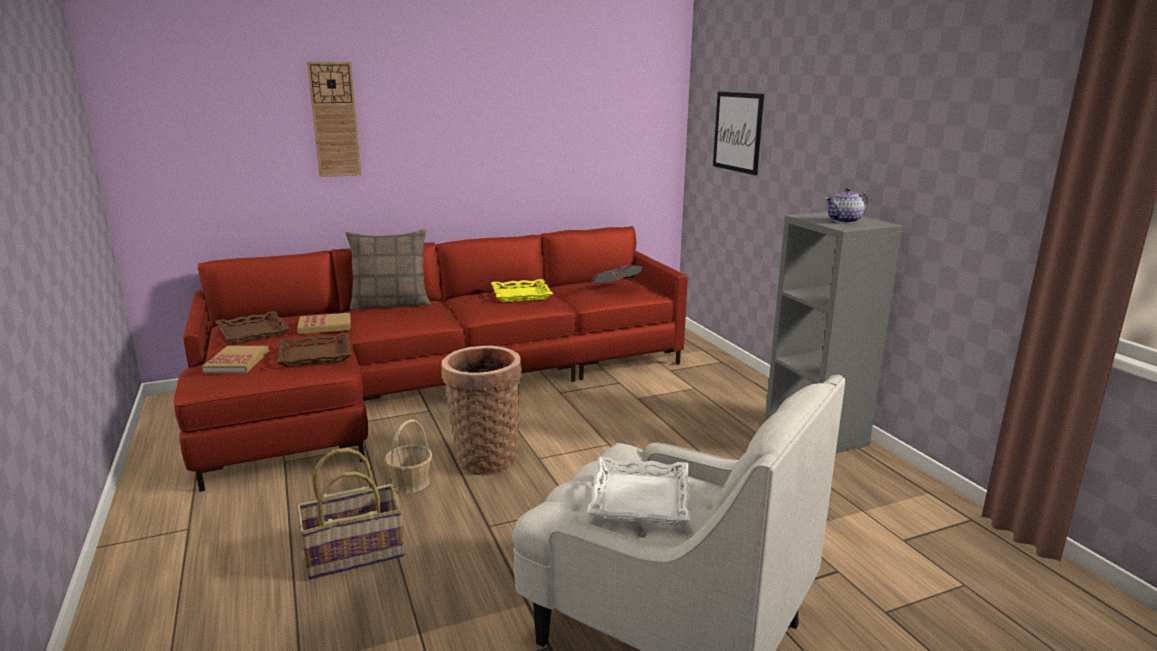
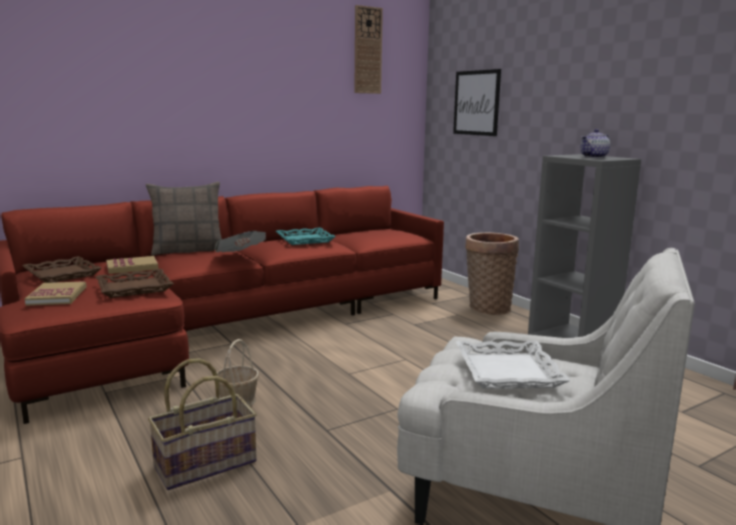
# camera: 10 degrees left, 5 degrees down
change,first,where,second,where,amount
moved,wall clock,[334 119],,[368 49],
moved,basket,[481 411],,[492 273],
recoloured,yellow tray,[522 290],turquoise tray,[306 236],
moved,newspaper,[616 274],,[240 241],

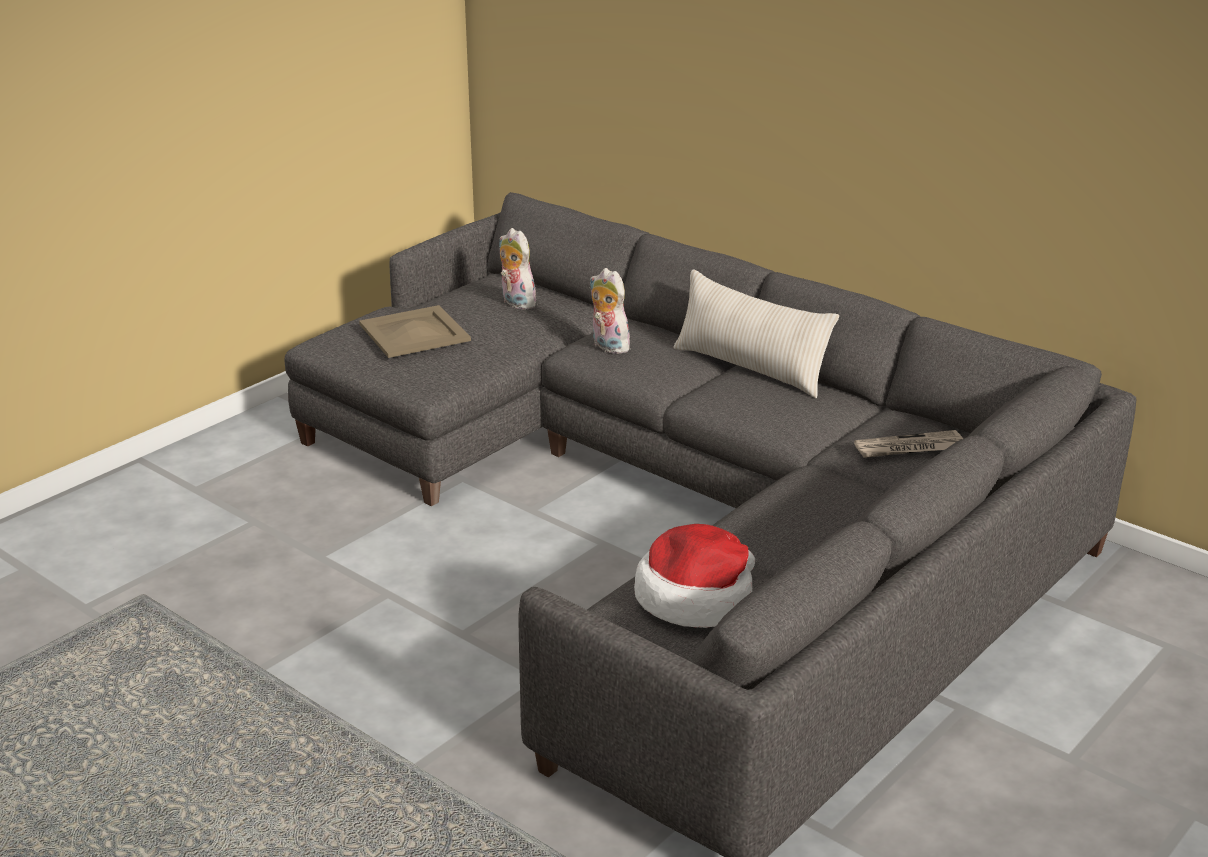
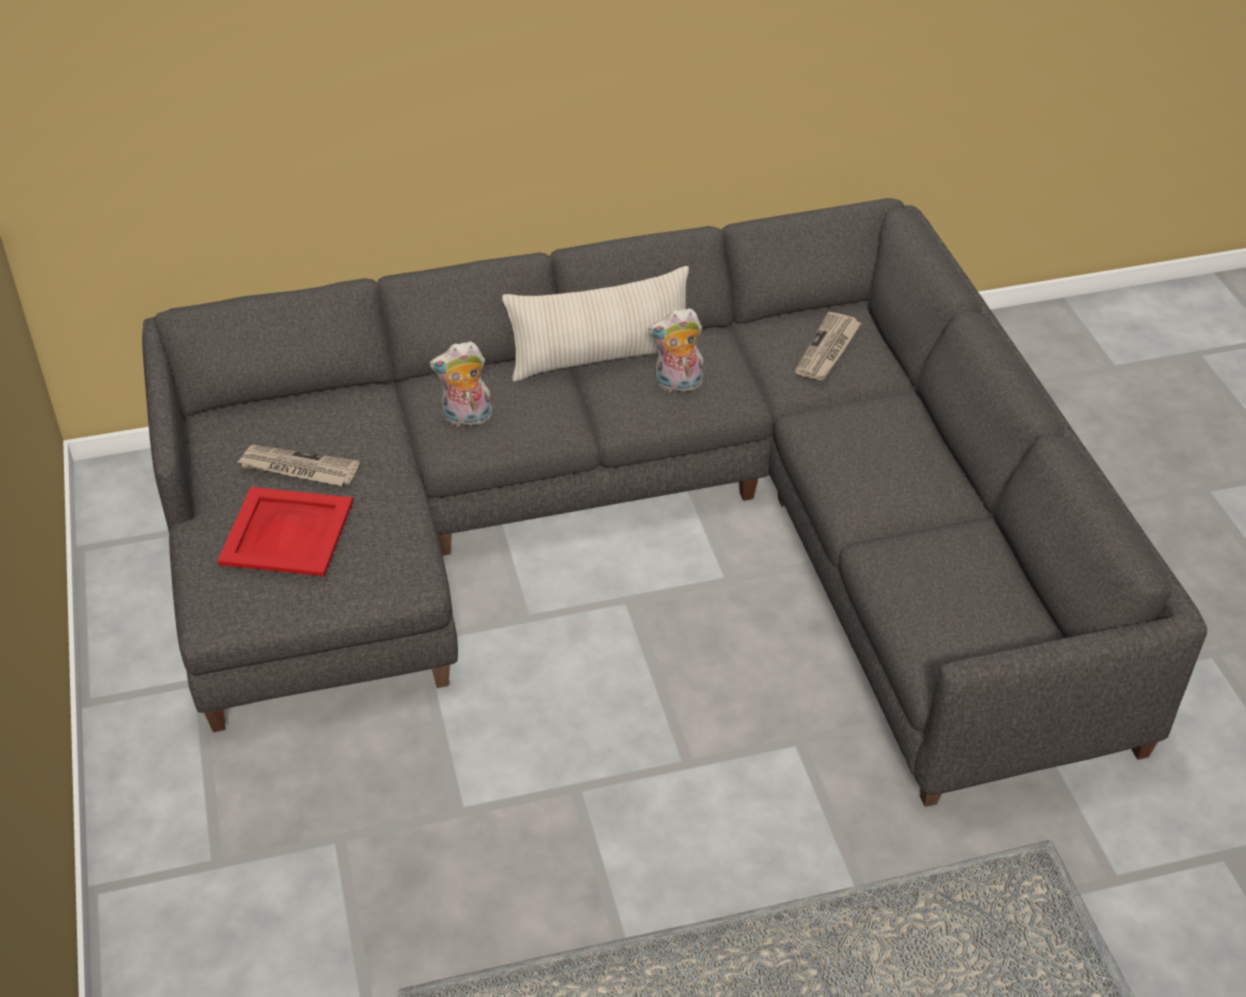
# camera: 55 degrees left, 15 degrees up
change,first,where,second,where,amount
recoloured,beige tray,[415 331],red tray,[285 531],
moved,plush toy,[519 269],,[676 350],
removed,hat,[694 576],,,
added,,,newspaper,[298 465],

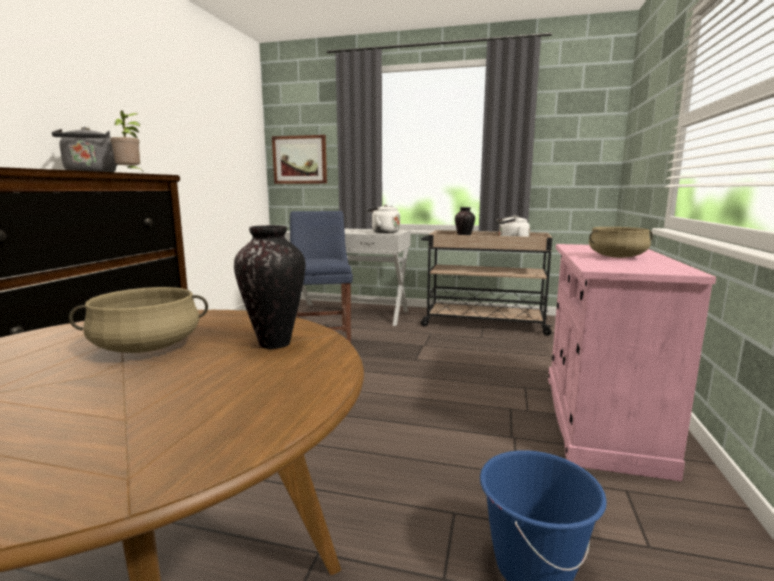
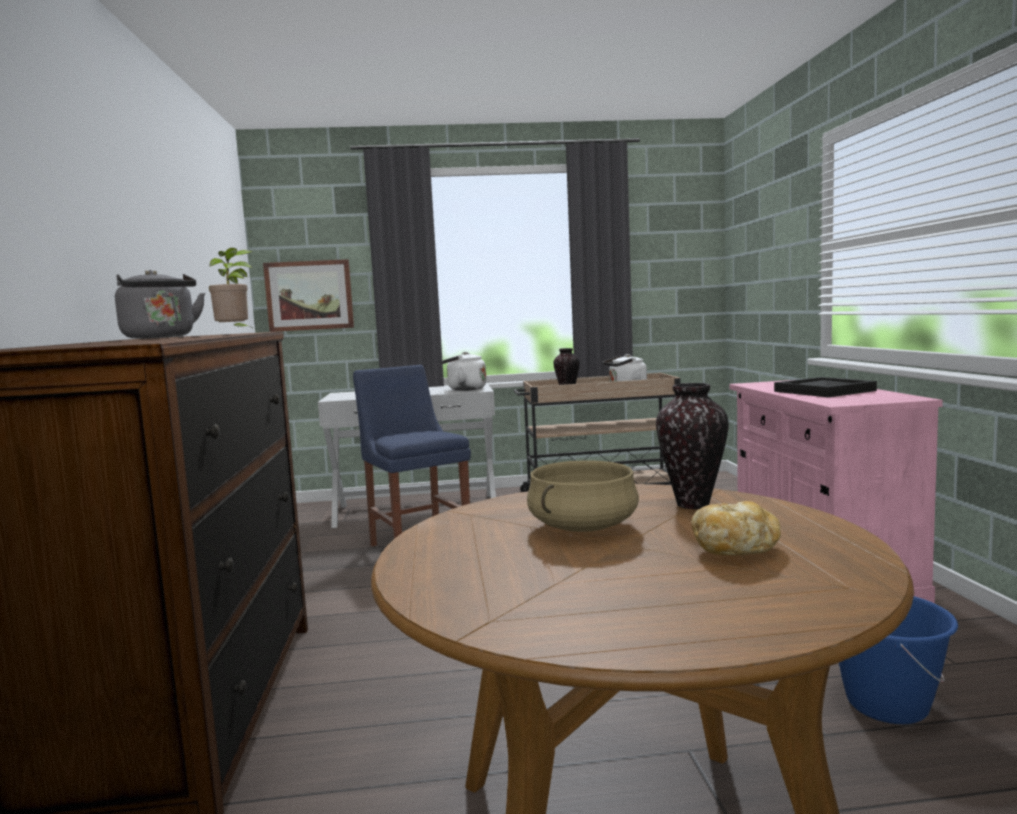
# camera: 20 degrees left, 5 degrees down
change,first,where,second,where,amount
replaced,beige cooking pot,[621 242],black tray,[825 387],
added,,,bread,[736 528],

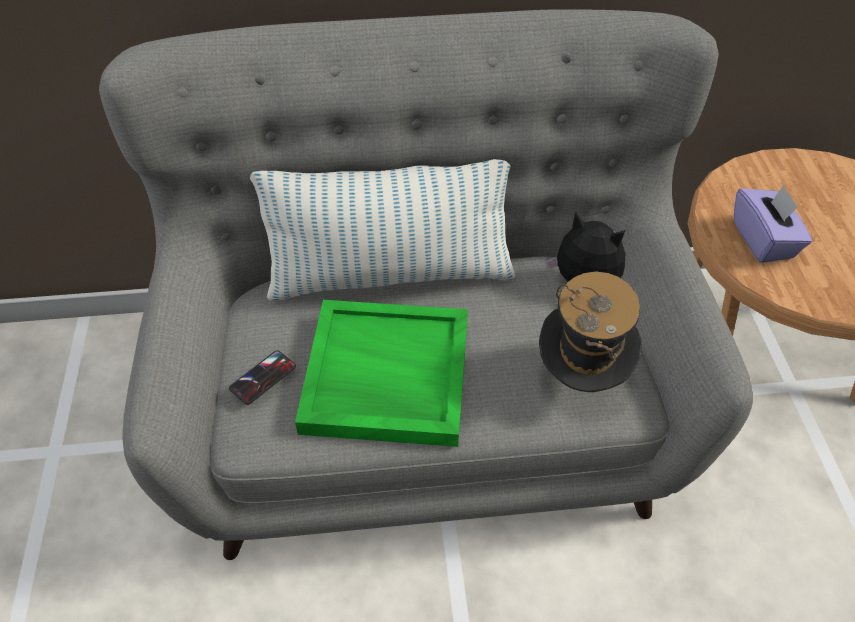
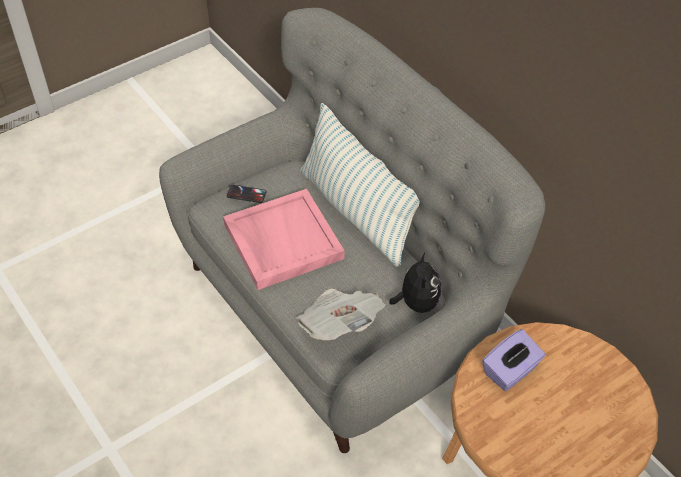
# camera: 60 degrees right, 0 degrees up
change,first,where,second,where,amount
recoloured,green tray,[381 373],pink tray,[283 239],
replaced,hat,[590 331],newspaper,[340 314],

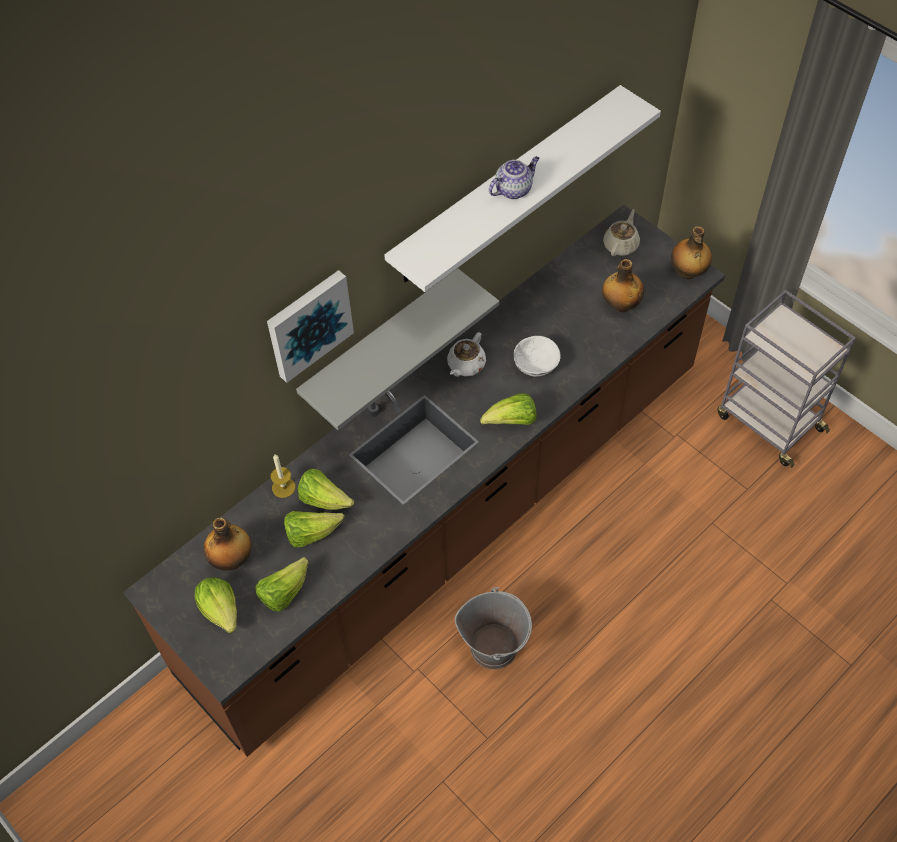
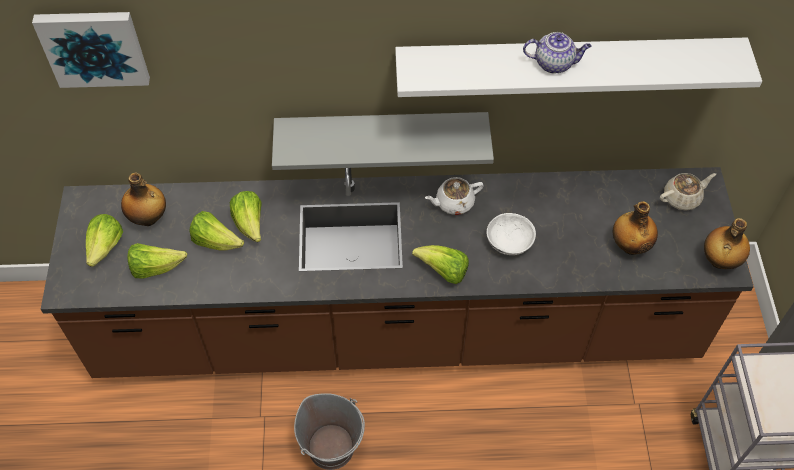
# camera: 40 degrees right, 0 degrees up
change,first,where,second,where,amount
moved,picture,[310 326],,[91 50],
removed,candle,[283 476],,,

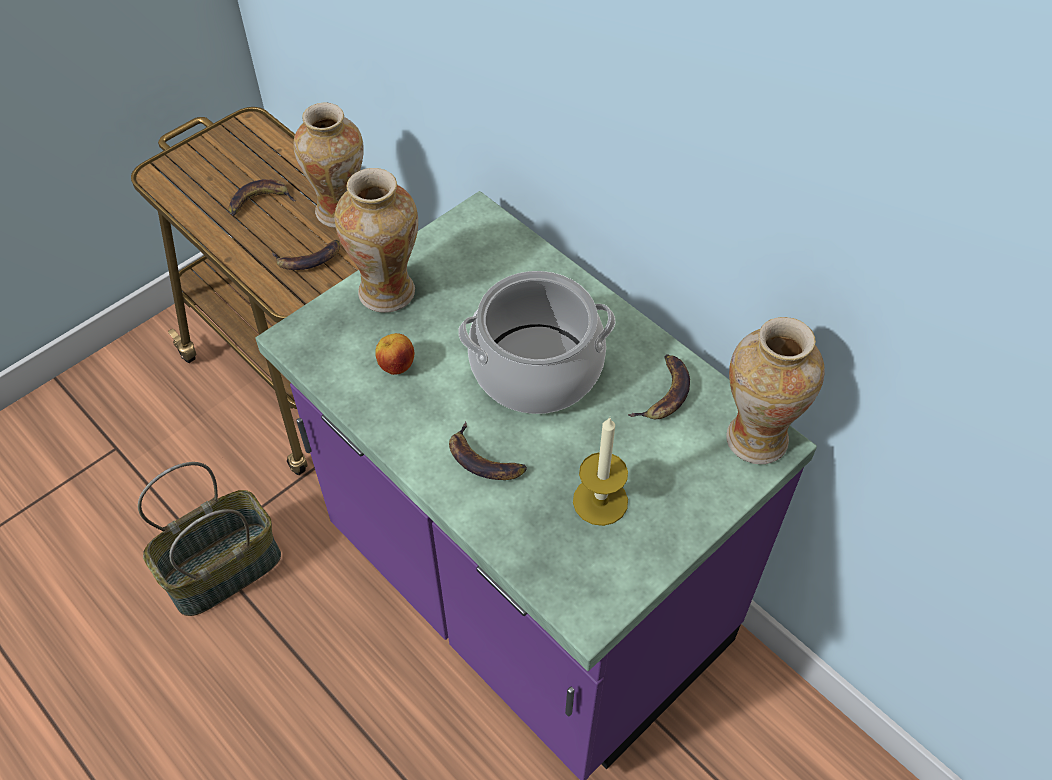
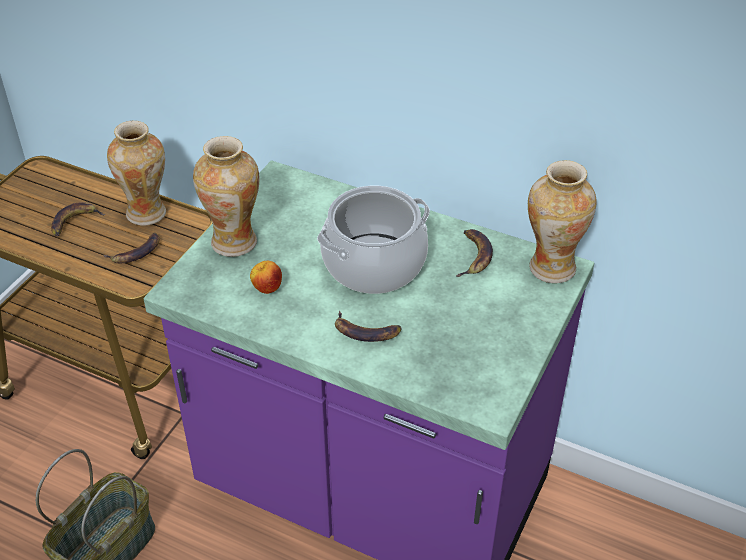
# camera: 20 degrees left, 10 degrees down
change,first,where,second,where,amount
removed,candle,[600 471],,,

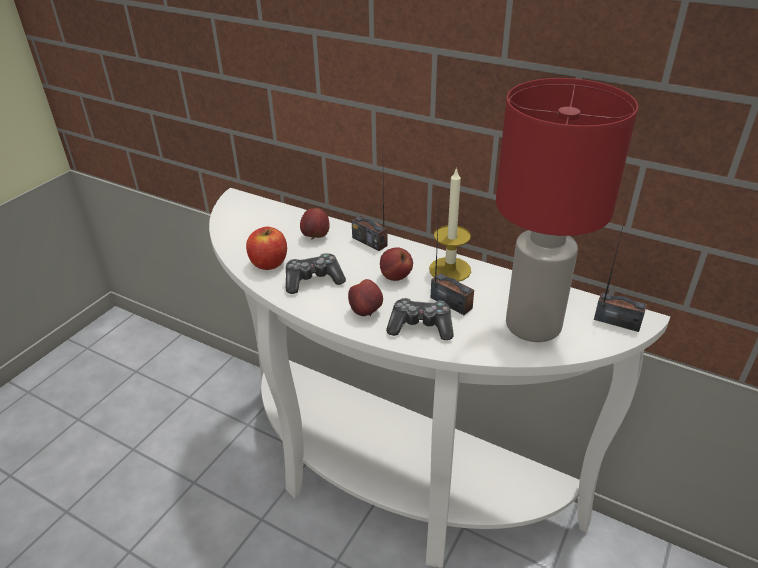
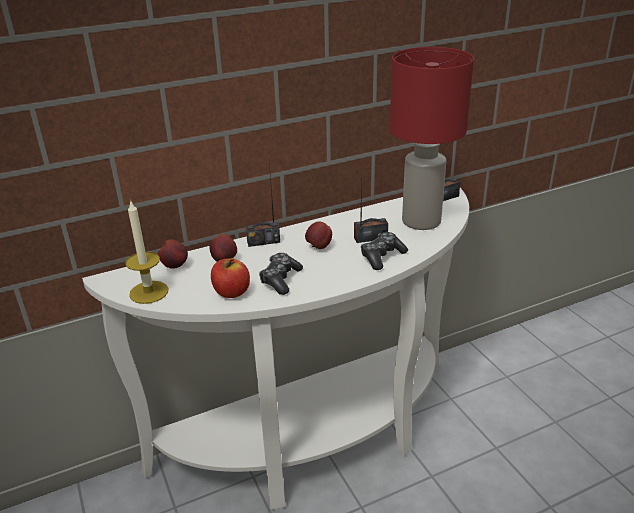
# camera: 55 degrees left, 5 degrees down
change,first,where,second,where,amount
moved,apple,[365 297],,[173 254],
moved,candle,[450 224],,[147 251],

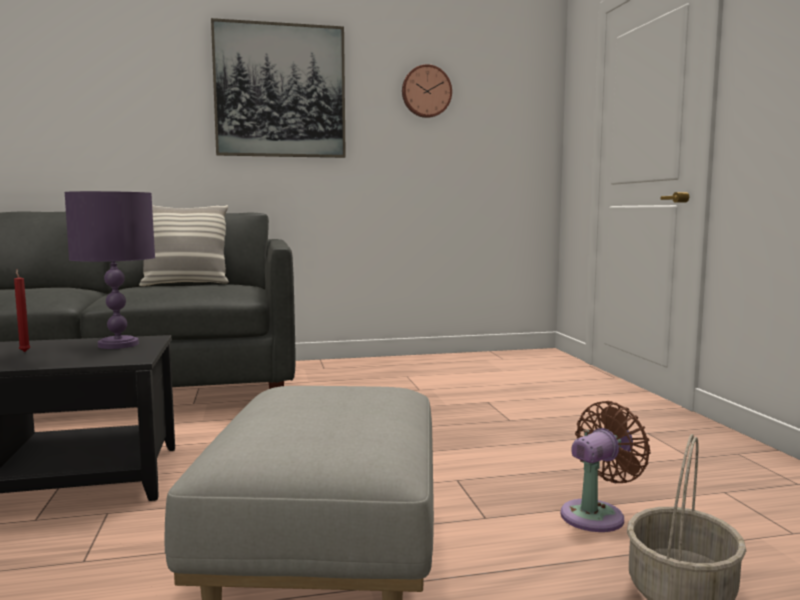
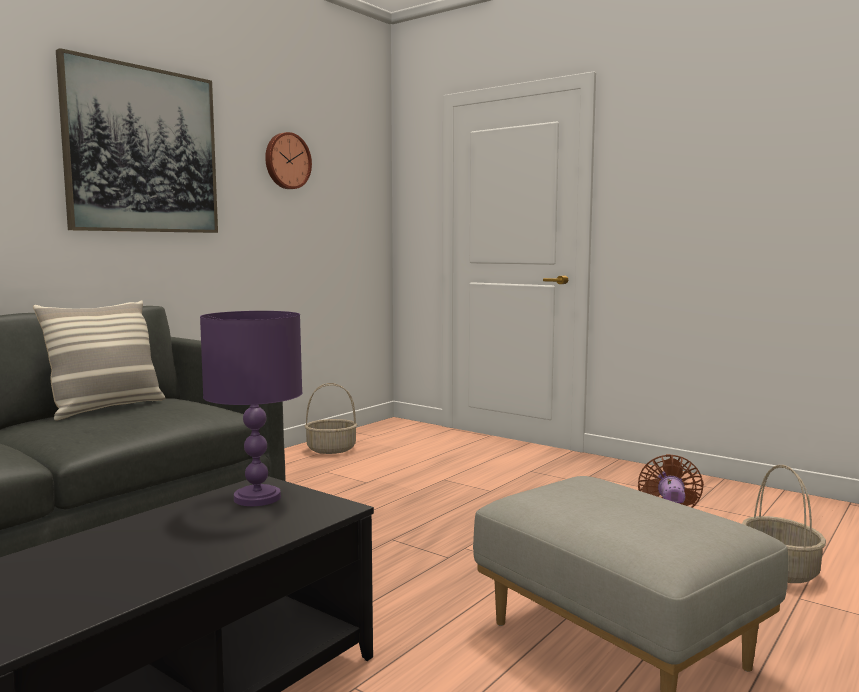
# camera: 40 degrees left, 0 degrees up
change,first,where,second,where,amount
removed,red candle,[22 310],,,
added,,,basket,[330 418],

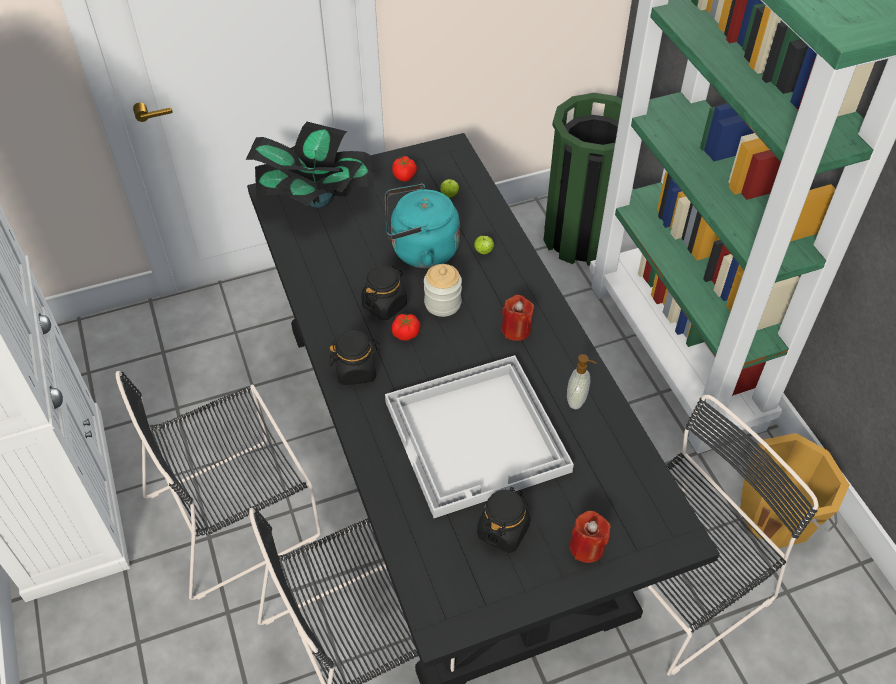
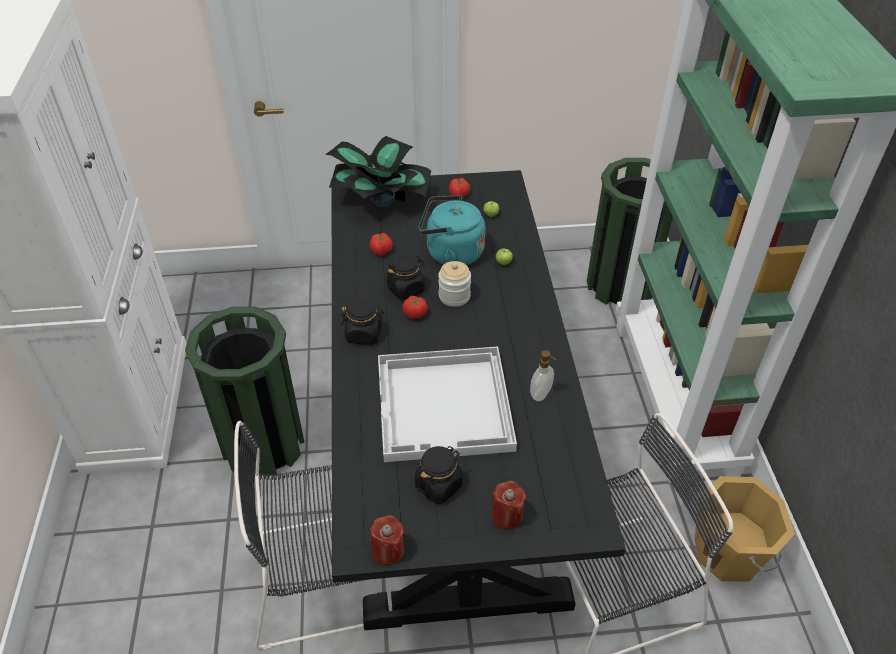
# camera: 15 degrees right, 5 degrees down
change,first,where,second,where,amount
replaced,black chair,[218 485],green trash can,[245 393],
moved,red candle,[518 318],,[387 540],
added,,,tomato,[381 244],

